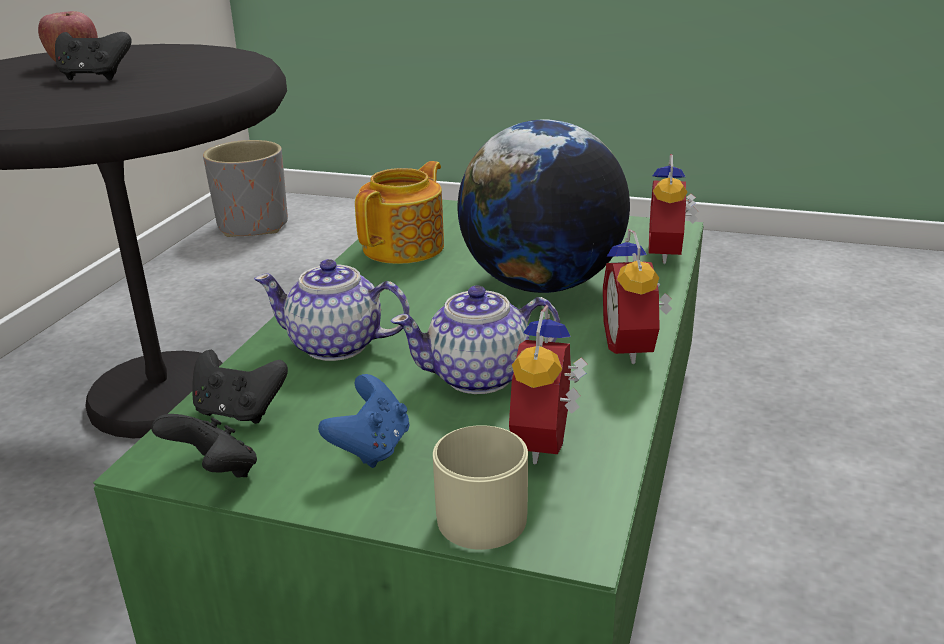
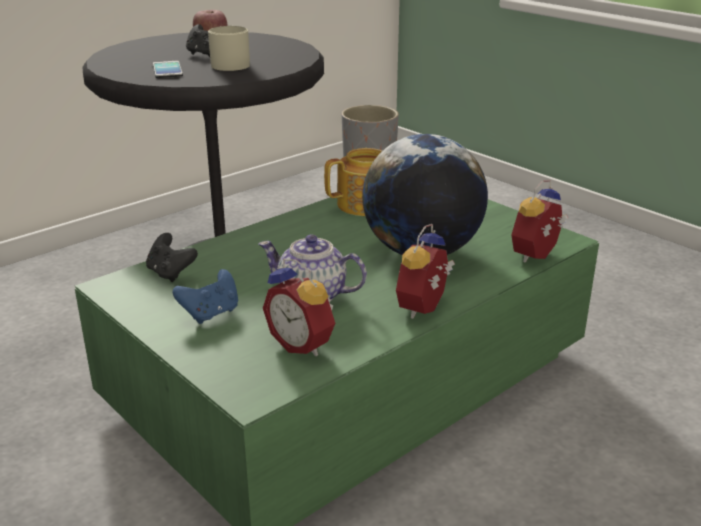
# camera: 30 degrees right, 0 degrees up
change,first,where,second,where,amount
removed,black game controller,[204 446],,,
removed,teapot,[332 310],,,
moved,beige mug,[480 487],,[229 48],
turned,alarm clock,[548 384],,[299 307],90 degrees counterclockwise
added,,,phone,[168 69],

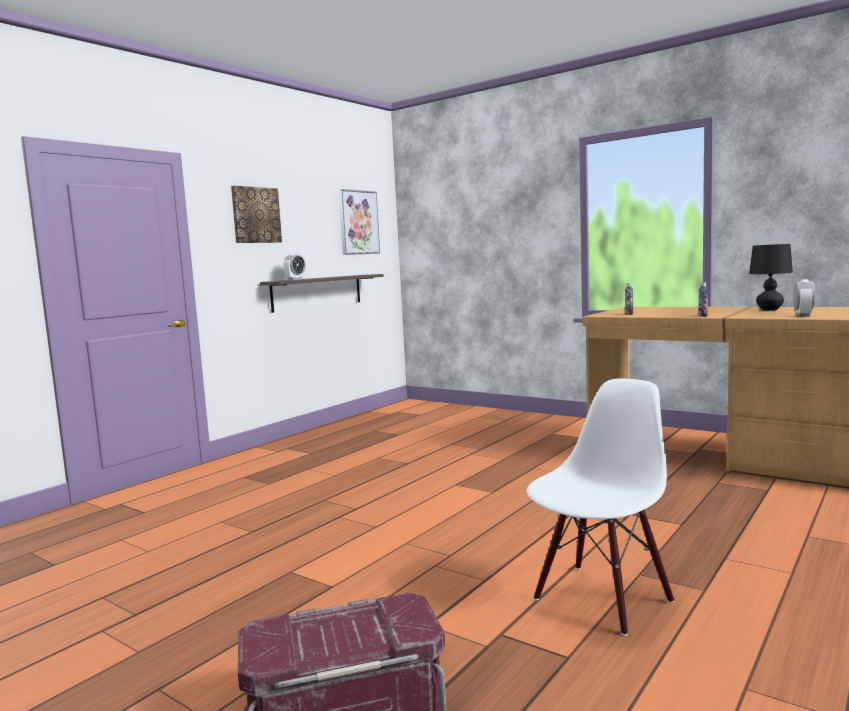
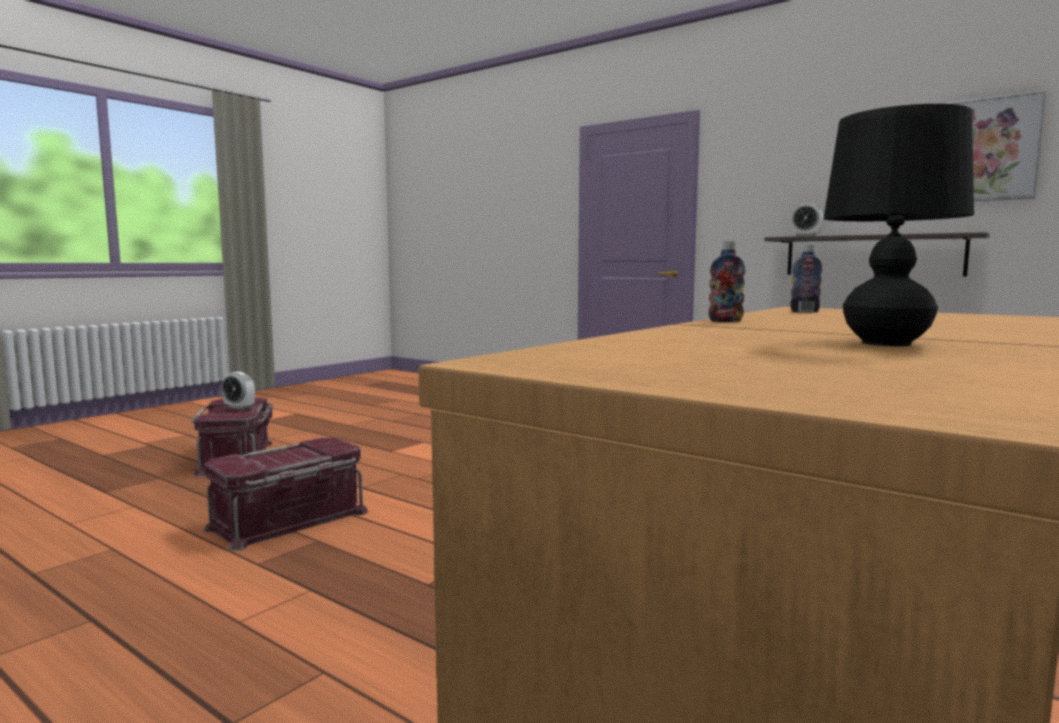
# camera: 90 degrees right, 0 degrees up
change,first,where,second,where,amount
removed,picture,[256 214],,,
replaced,white chair,[600 507],red storage box,[286 494],
moved,alarm clock,[804 298],,[238 391],

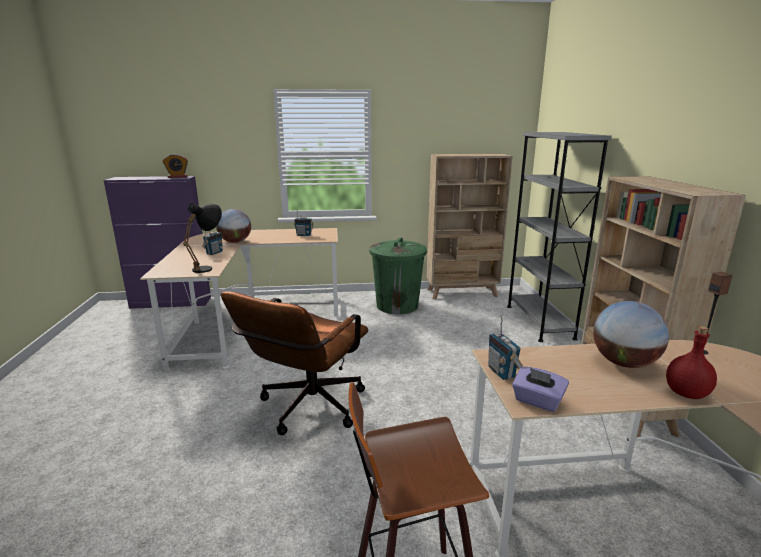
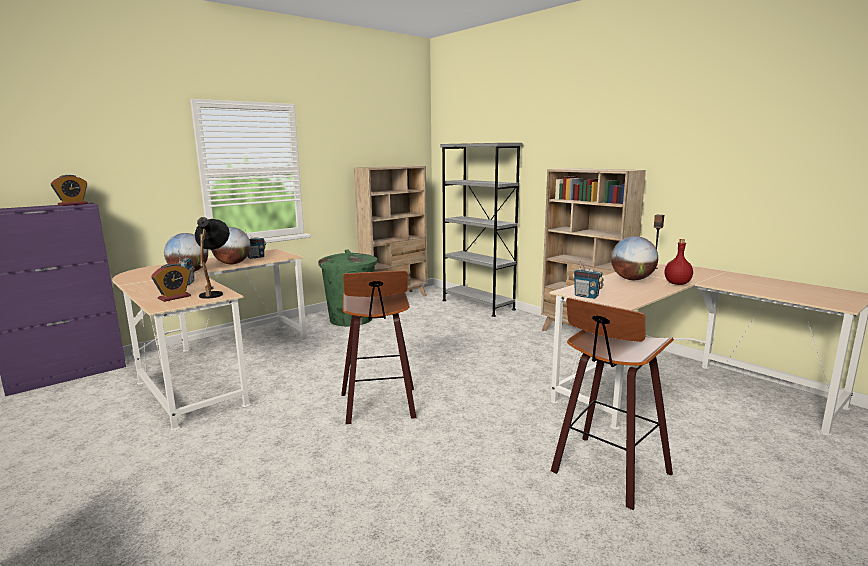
# camera: 35 degrees left, 5 degrees down
change,first,where,second,where,amount
replaced,brown office chair,[295 363],stool,[378 347],
removed,purple tissue box,[540 389],,,
added,,,alarm clock,[171 283],
added,,,globe,[231 245],

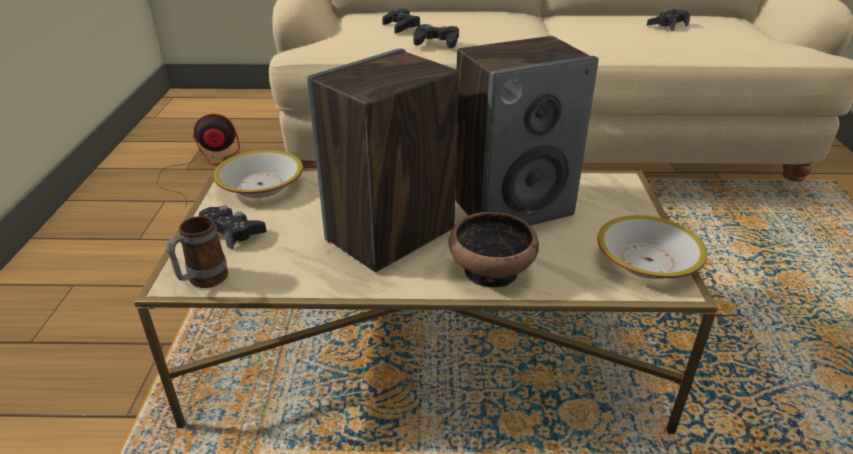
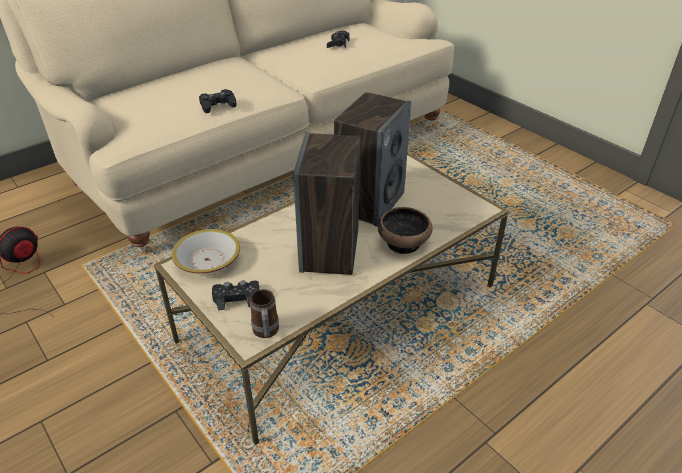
# camera: 40 degrees left, 5 degrees up
change,first,where,second,where,amount
removed,black game controller,[401 21],,,
removed,bowl,[652 247],,,

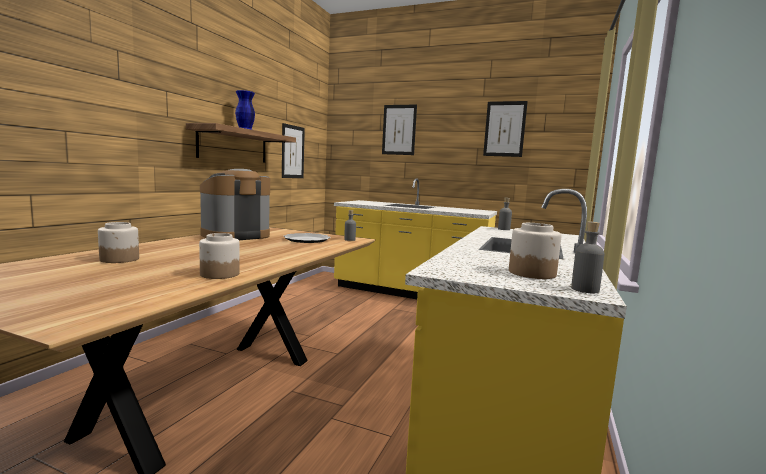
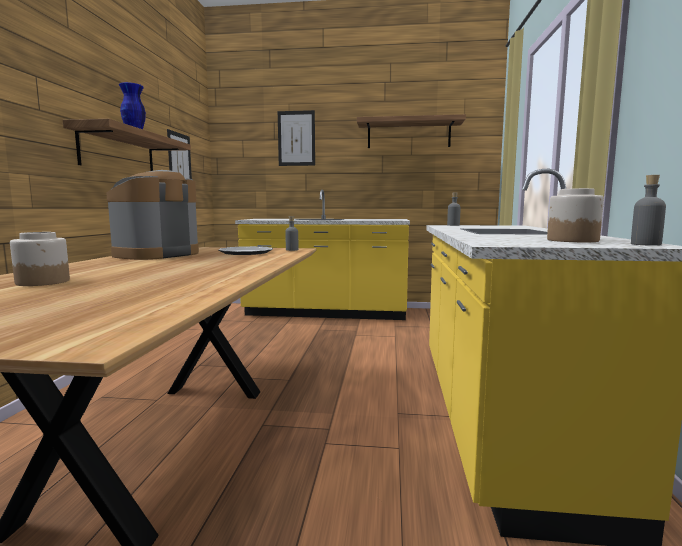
# camera: 15 degrees left, 0 degrees up
change,first,where,second,where,amount
removed,jar,[219 256],,,
replaced,picture,[505 129],shelf,[411 131],

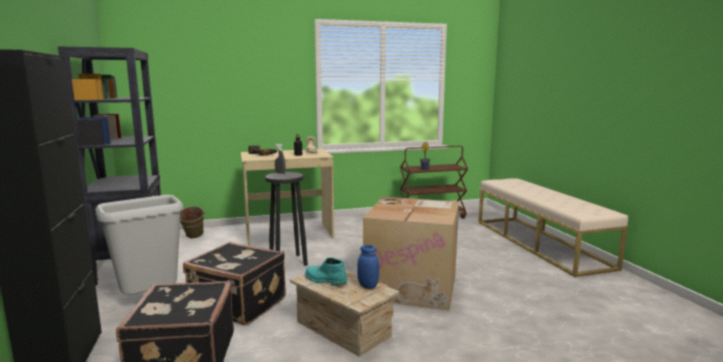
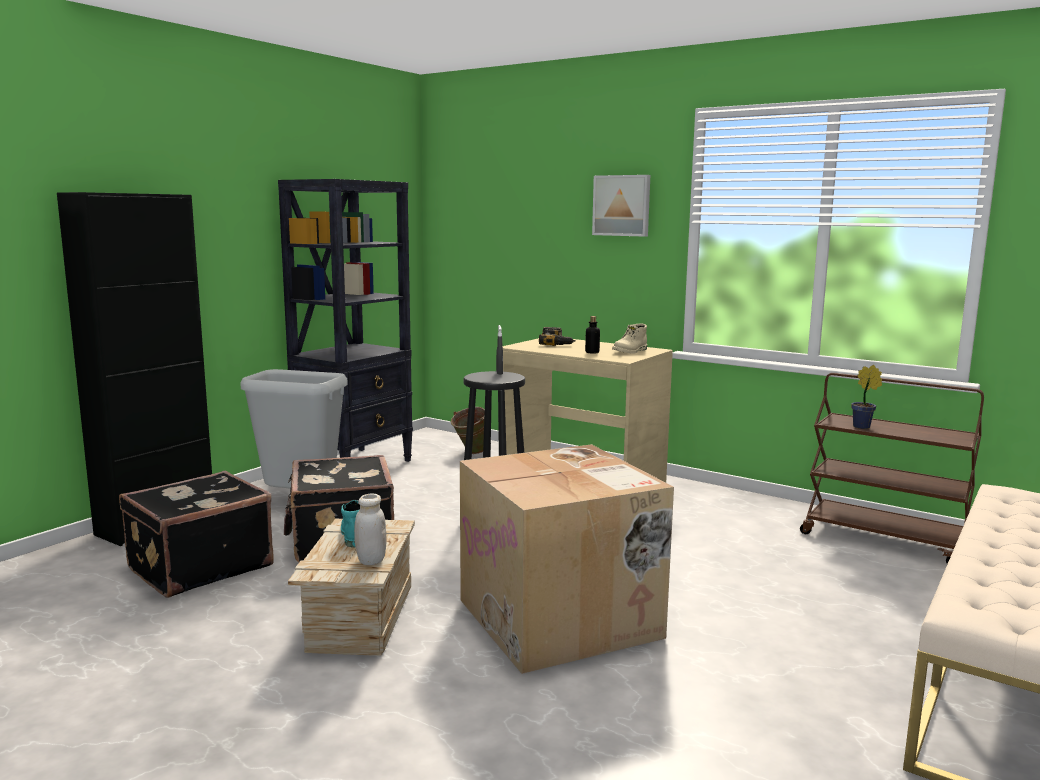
# camera: 50 degrees right, 0 degrees up
change,first,where,second,where,amount
recoloured,blue jar,[368 267],white jar,[370 529],
added,,,picture,[621 206],

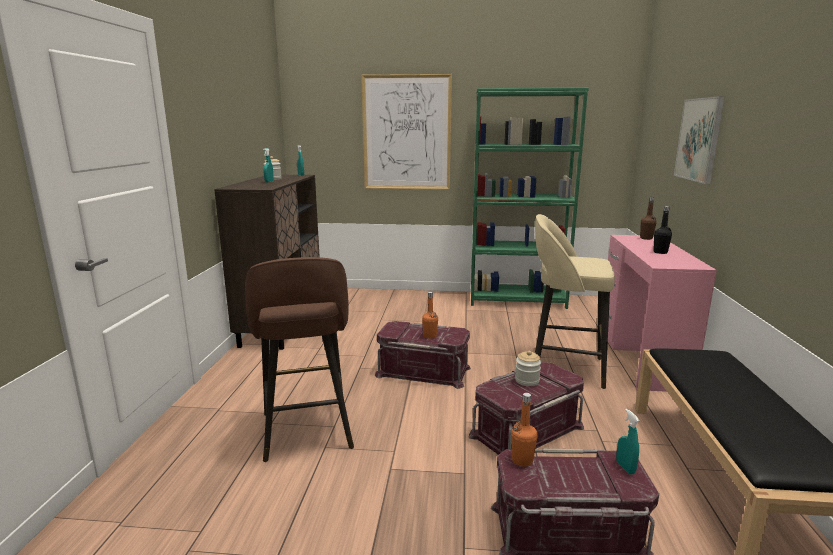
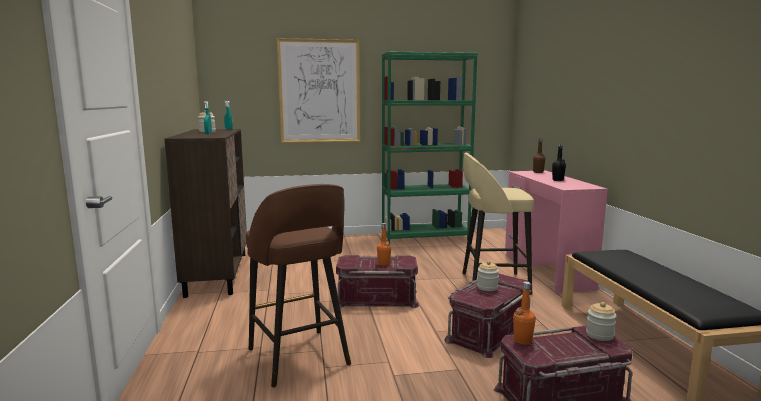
# camera: 15 degrees left, 5 degrees down
change,first,where,second,where,amount
replaced,turquoise spray bottle,[627 441],jar,[601 321],
removed,picture,[699 140],,,

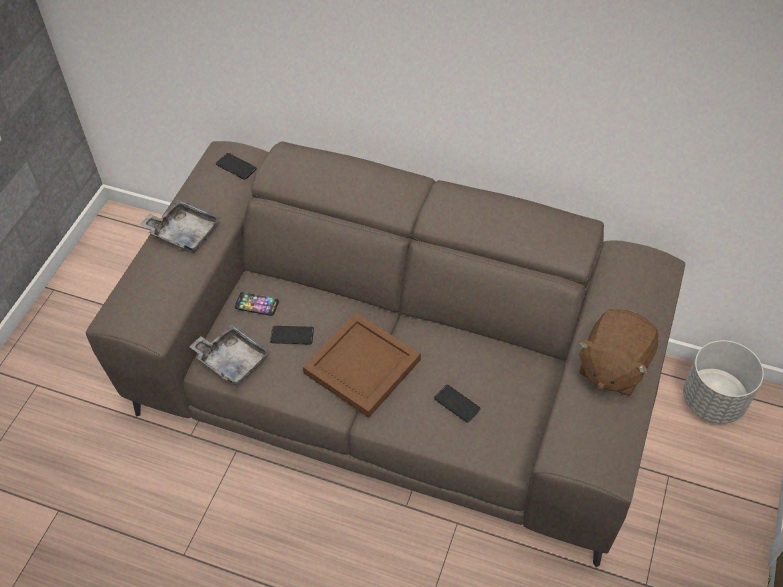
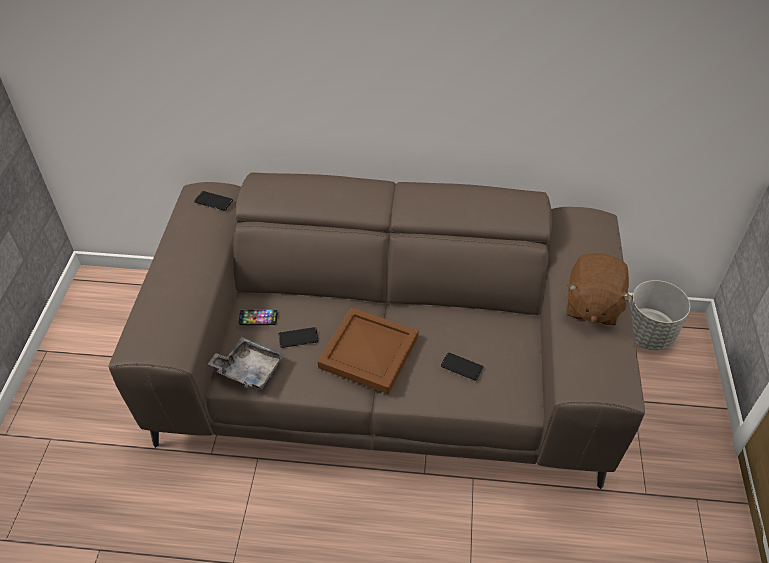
# camera: 15 degrees left, 5 degrees down
change,first,where,second,where,amount
removed,grey tray,[180 226],,,

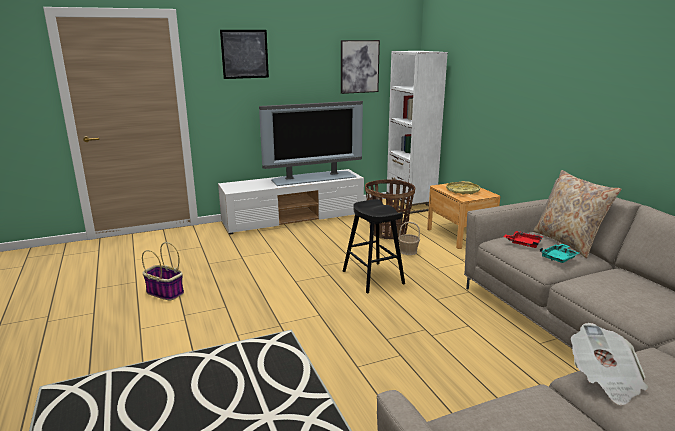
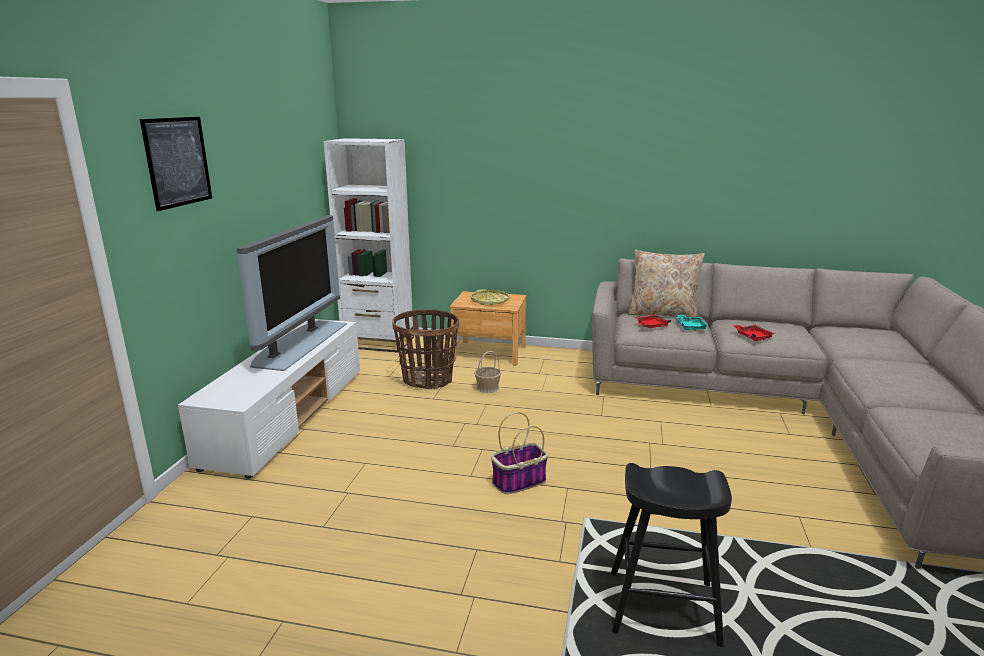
# camera: 55 degrees left, 0 degrees up
change,first,where,second,where,amount
moved,basket,[163 271],,[519 453],
removed,picture,[360 67],,,
moved,black stool,[374 246],,[671 555],
removed,newspaper,[609 364],,,
added,,,red tray,[754 333],

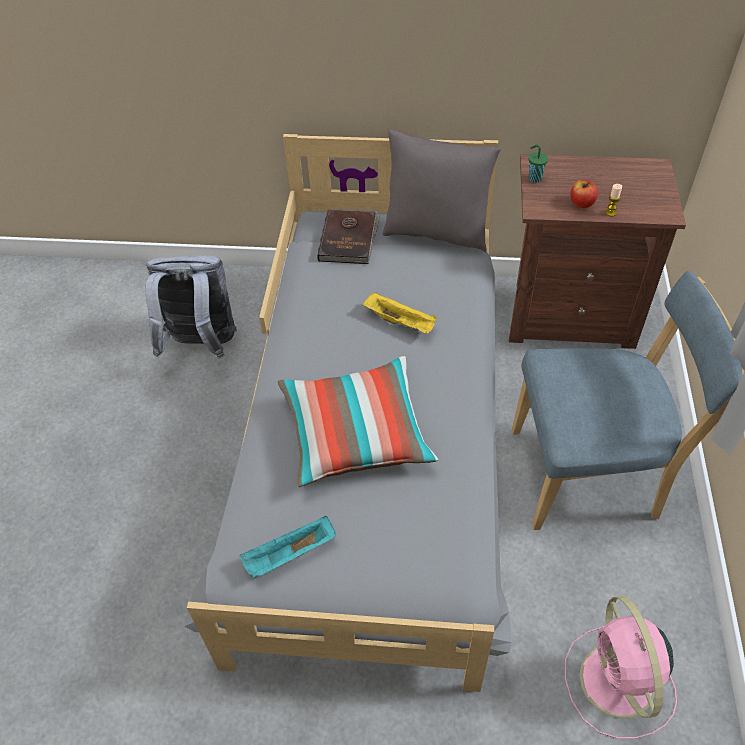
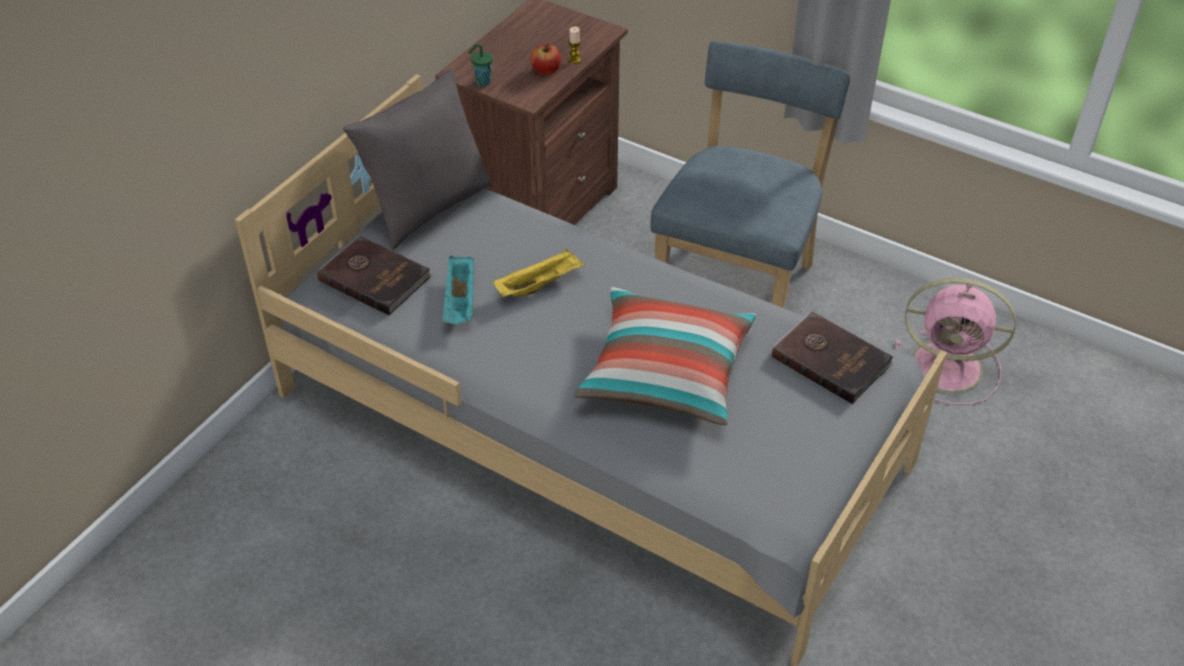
# camera: 65 degrees left, 5 degrees down
change,first,where,second,where,amount
removed,grey backpack,[191 306],,,
moved,turquoise tray,[287 547],,[458 289],
added,,,brown book,[832 357],

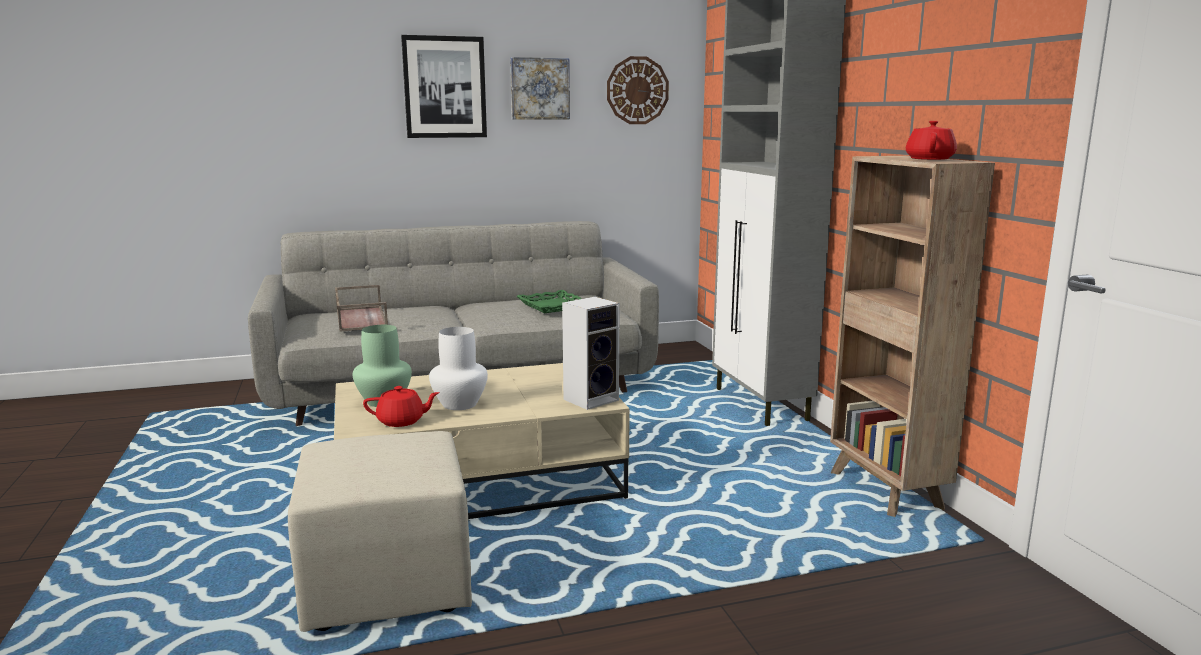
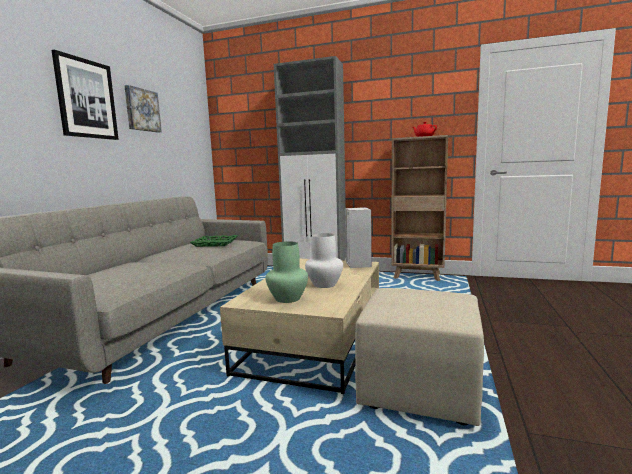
# camera: 55 degrees left, 5 degrees down
change,first,where,second,where,amount
removed,brown tray,[361 308],,,
removed,red teapot,[401 406],,,
removed,wall clock,[638 90],,,

